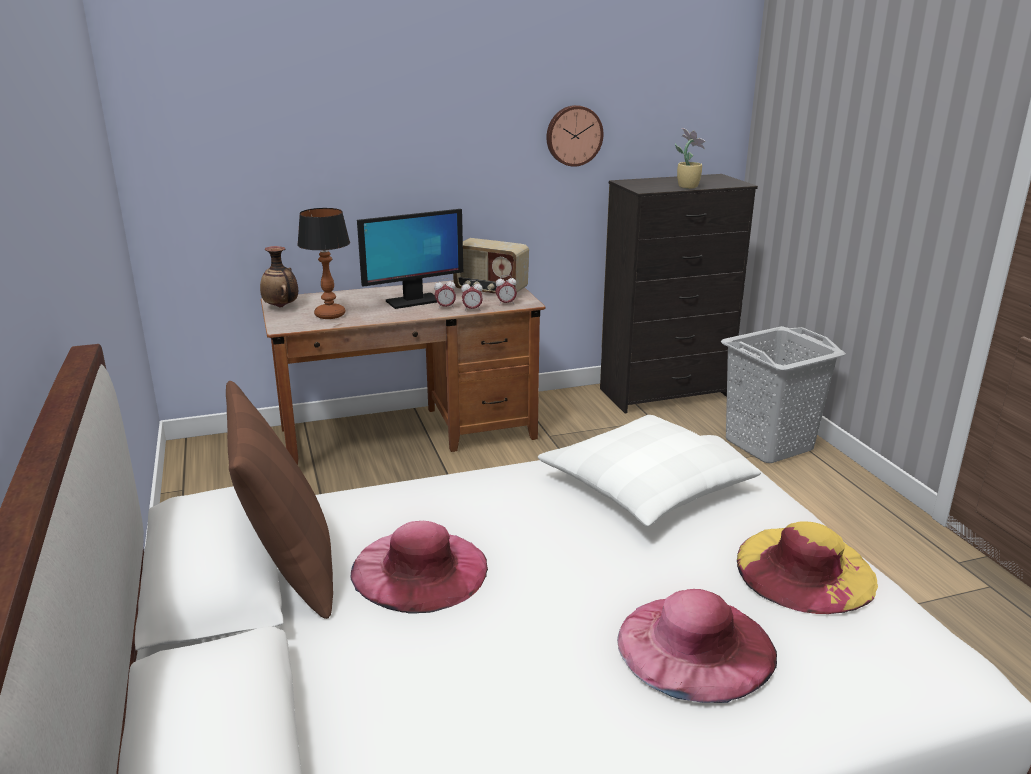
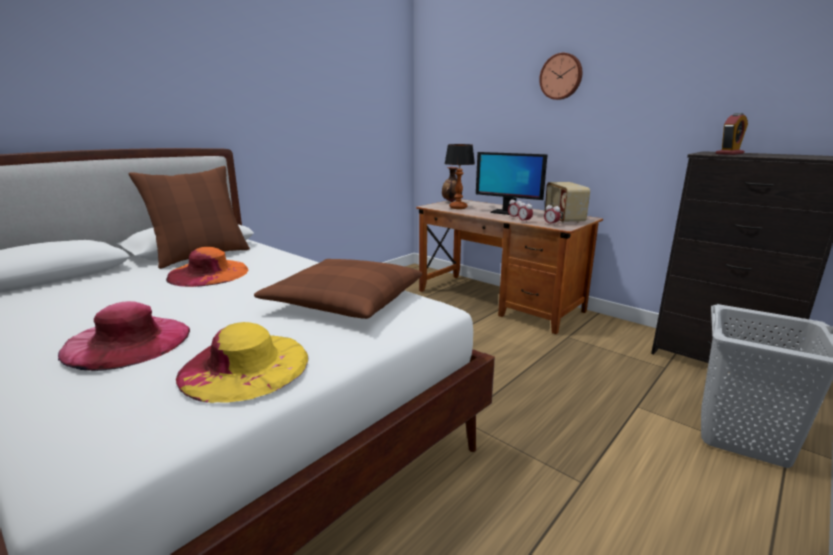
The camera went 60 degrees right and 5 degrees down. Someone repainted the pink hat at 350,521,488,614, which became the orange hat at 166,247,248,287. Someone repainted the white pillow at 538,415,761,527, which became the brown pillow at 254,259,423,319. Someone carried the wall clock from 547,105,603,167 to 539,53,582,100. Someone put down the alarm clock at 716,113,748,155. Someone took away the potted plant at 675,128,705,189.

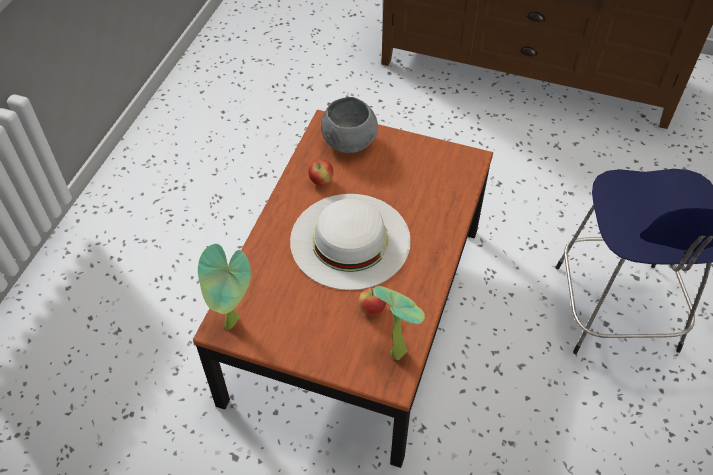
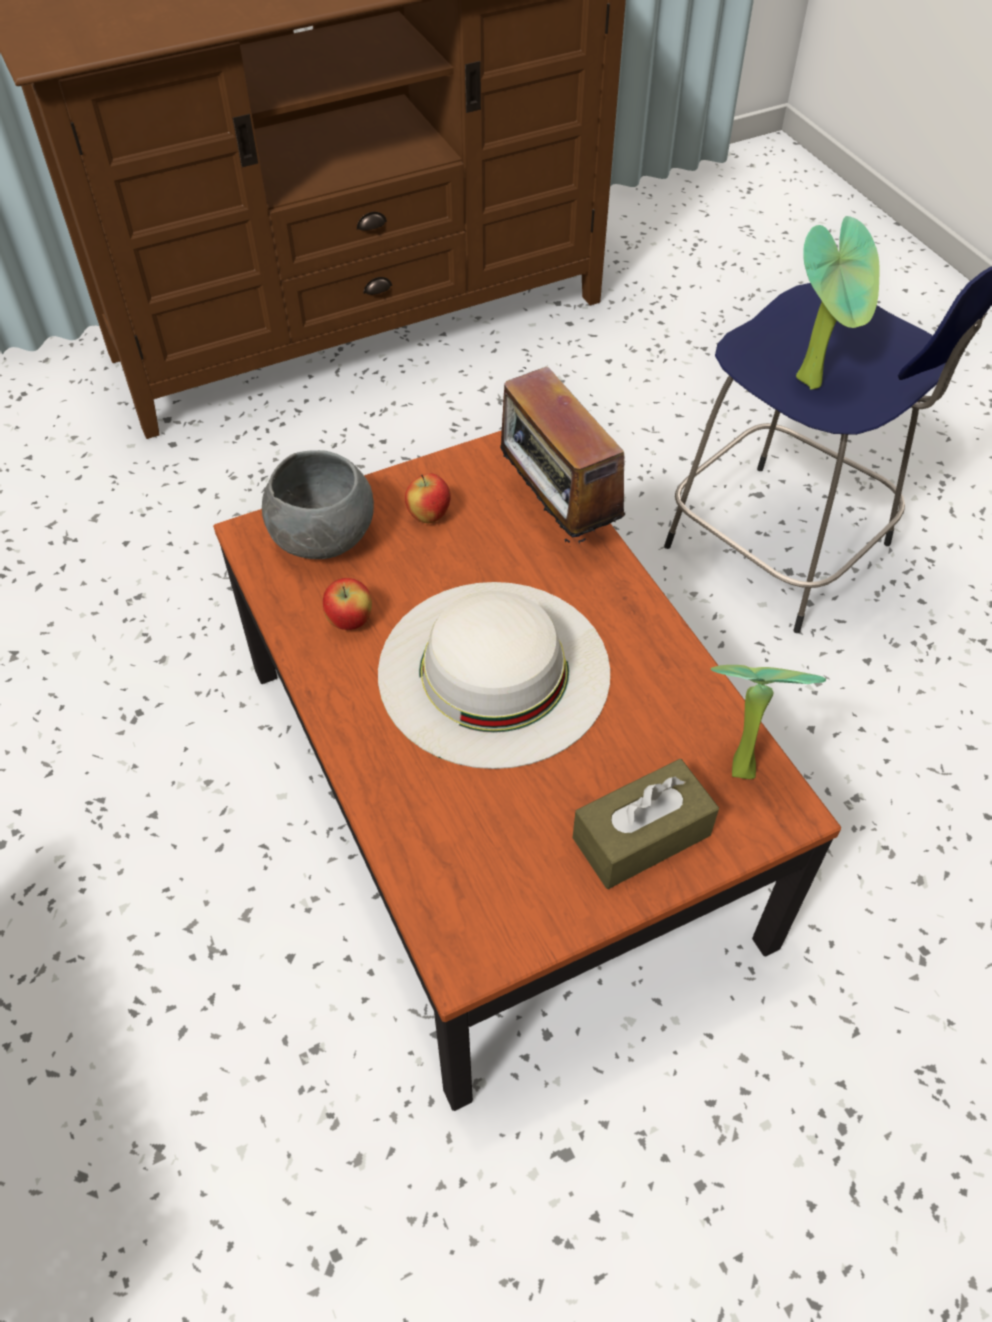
The camera went 45 degrees left and 0 degrees up. Someone carried the apple from 359,287,386,316 to 405,473,451,523. Someone put down the radio at 497,366,625,544. Someone put down the brown tissue box at 573,759,719,889. Someone carried the potted plant from 198,244,251,330 to 796,216,879,390.

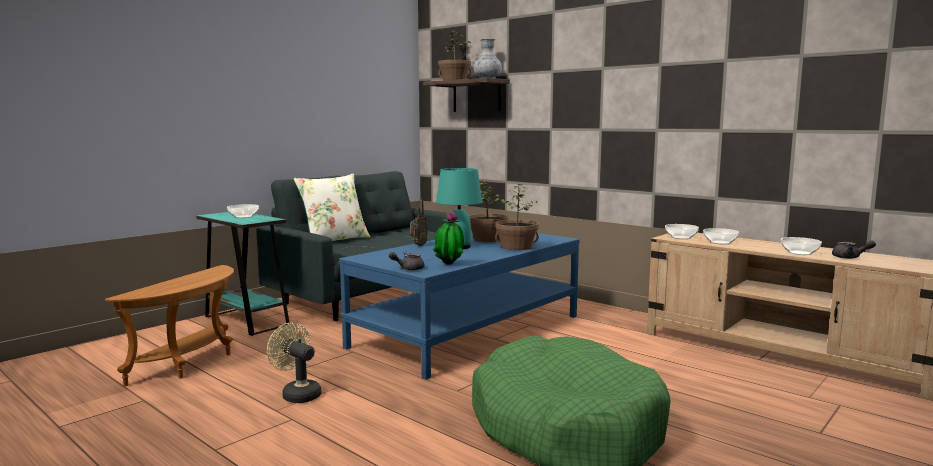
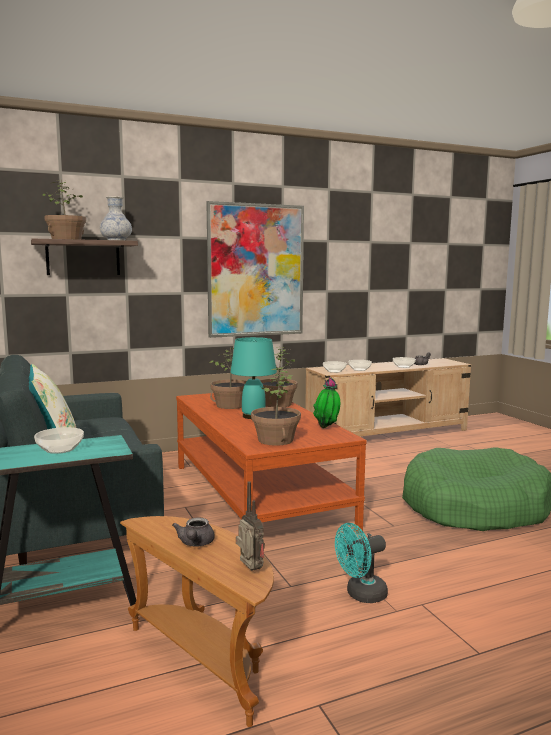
The camera went 65 degrees left and 0 degrees up. Someone carried the grey teapot from 389,252,424,270 to 172,517,215,547. Someone repainted the blue coffee table at 339,233,580,379, which became the brown coffee table at 176,393,367,533. Someone put up the picture at 206,201,304,338. Someone carried the radio from 410,198,428,246 to 236,481,265,571. Someone put down the potted plant at 251,367,301,446. Someone repainted the beige fan at 267,322,321,403, which became the turquoise fan at 335,523,388,603.

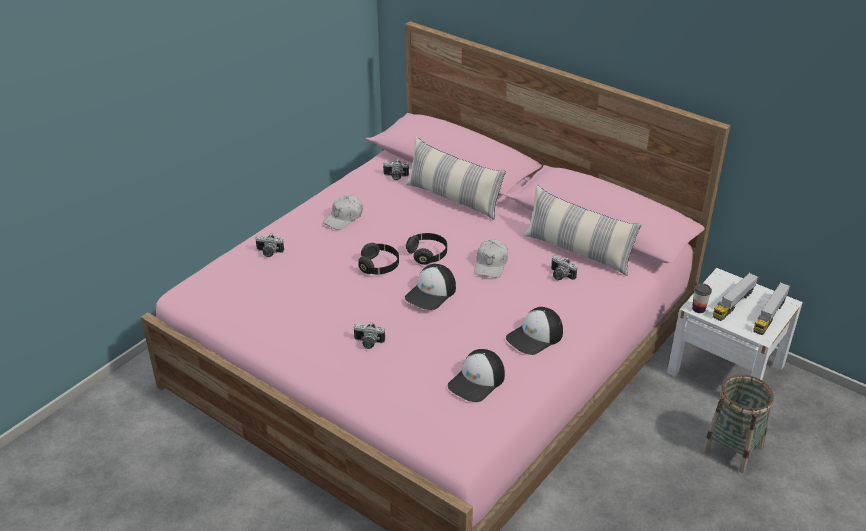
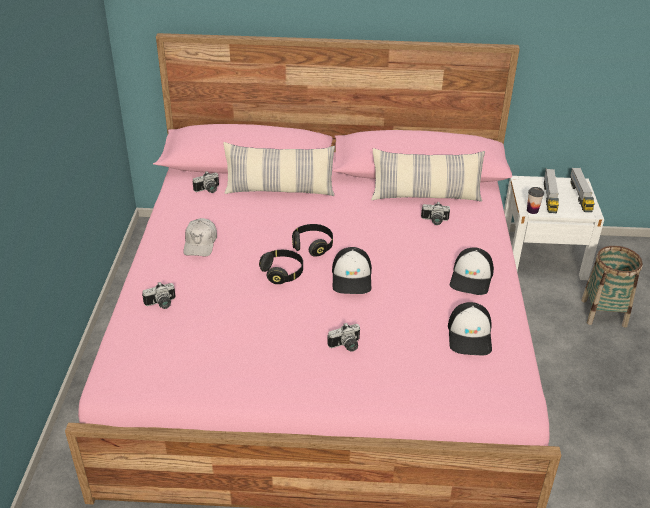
The camera went 35 degrees left and 0 degrees up. Someone took away the white cap at 474,240,508,278.

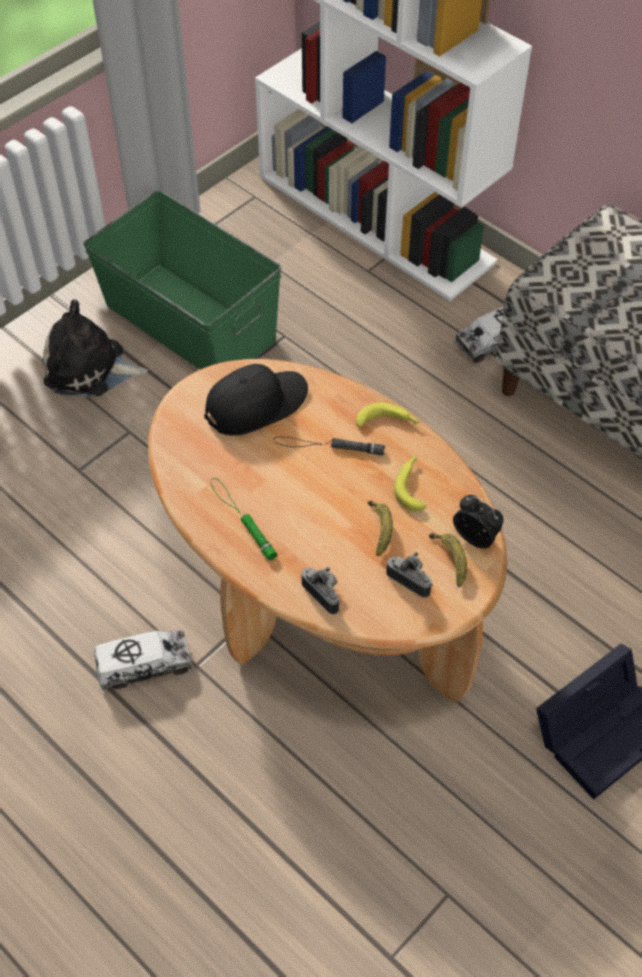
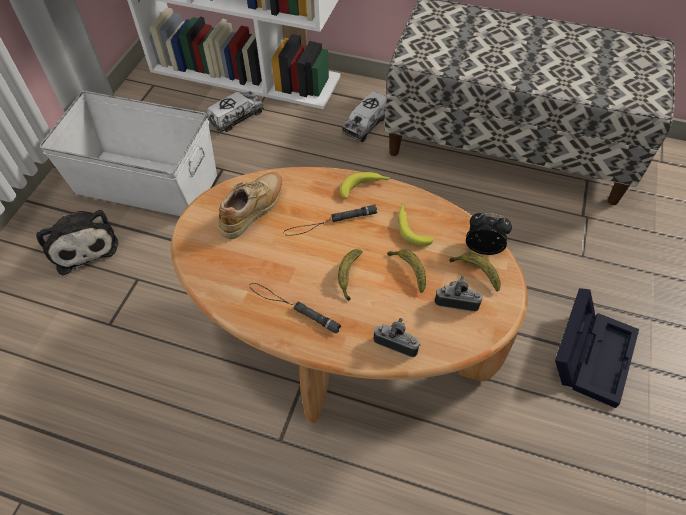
The camera went 25 degrees left and 0 degrees up. Someone rotated the plush toy at 43,300,148,397 by 105 degrees counterclockwise. Someone repainted the green storage box at 83,190,281,369, which became the white storage box at 39,91,217,216. Someone carried the toy truck from 94,630,193,690 to 207,91,264,133. Someone swapped the black cap at 204,364,308,436 for the beige shoe at 218,172,282,239. Someone repainted the green flashlight at 210,478,278,561, which became the black flashlight at 249,283,341,334. Someone put down the banana at 338,249,363,301.

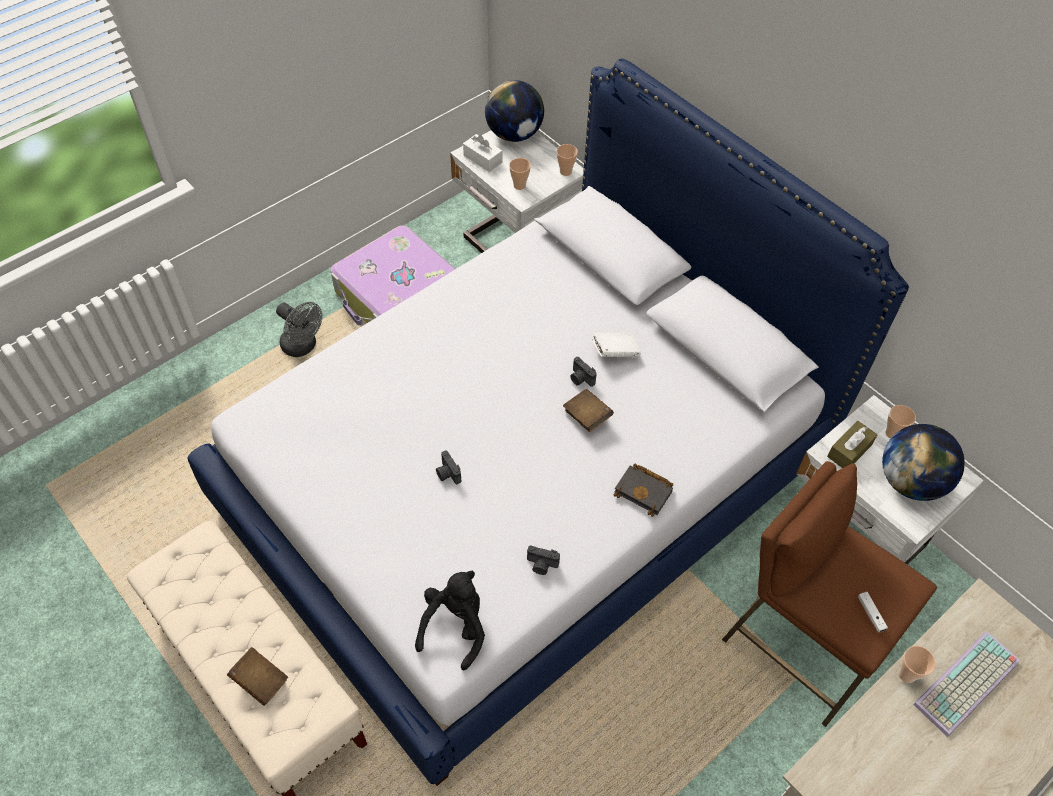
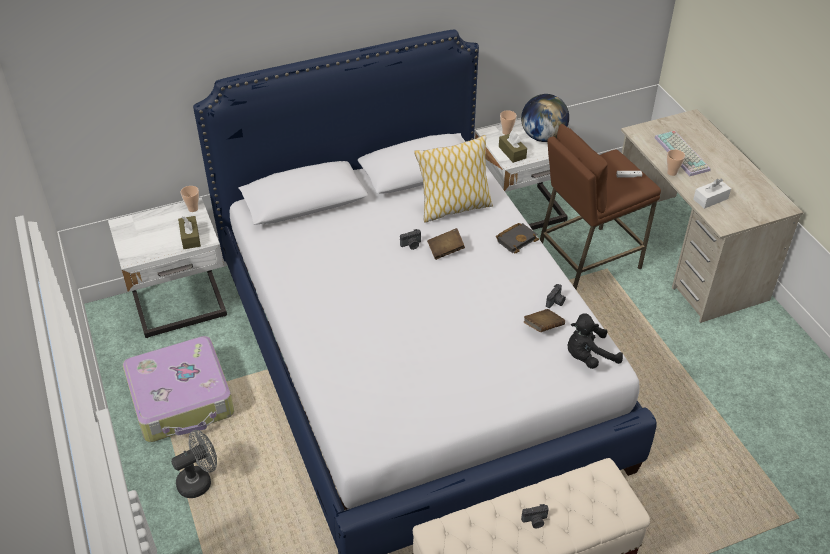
The camera went 70 degrees left and 10 degrees down. Someone swapped the cup at 509,158,531,190 for the brown tissue box at 178,216,201,249. Someone put down the pillow at 414,135,493,223. Someone carried the photo camera from 436,450,461,484 to 521,504,549,528. Someone carried the brown book from 227,647,288,706 to 524,309,565,332. Someone rotated the black plush toy at 415,571,485,670 by 60 degrees counterclockwise. Someone carried the white tissue box from 463,134,503,172 to 693,178,731,209. Someone took away the globe at 485,80,544,142. Someone took away the white book at 592,332,641,357.

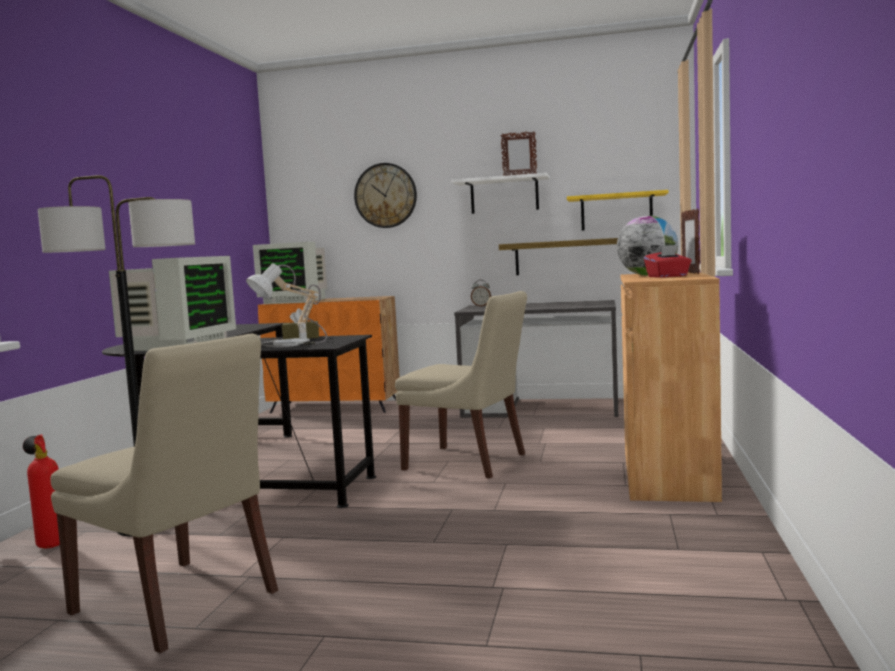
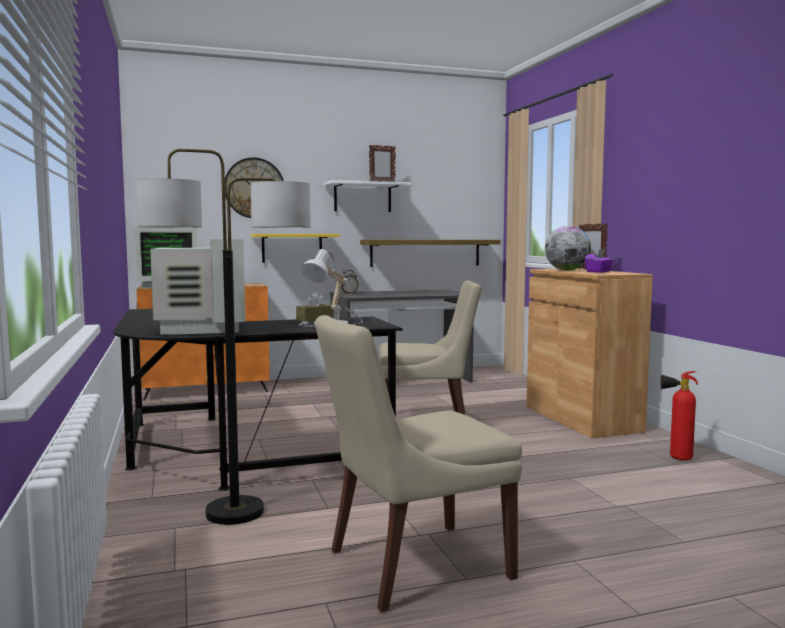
The camera went 30 degrees left and 0 degrees up. Someone carried the yellow shelf from 567,190,669,231 to 251,234,340,263. Someone rotated the beige chair at 50,334,278,653 by 150 degrees clockwise. Someone repainted the red tissue box at 644,245,692,278, which became the purple tissue box at 585,249,613,273. Someone carried the fire extinguisher from 23,434,60,548 to 661,371,698,460.

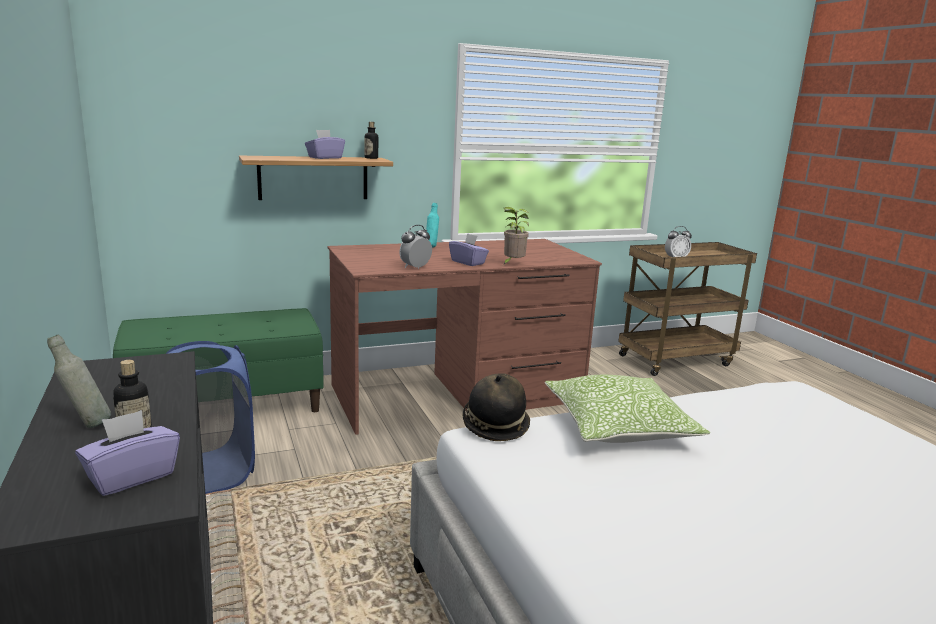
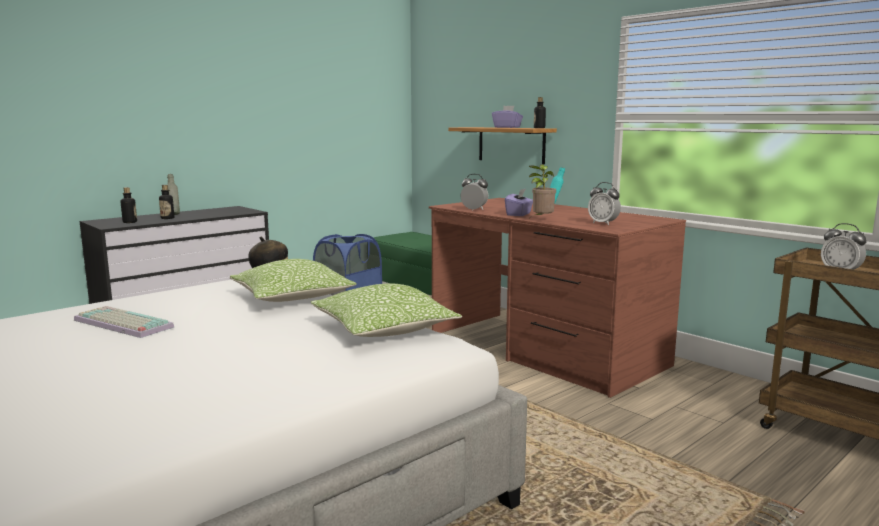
The camera went 70 degrees right and 5 degrees down. Someone put down the keyboard at 74,306,174,338. Someone swapped the purple tissue box at 75,410,180,496 for the bottle at 121,187,137,223. Someone put down the pillow at 311,283,462,337. Someone put down the alarm clock at 588,182,621,225.

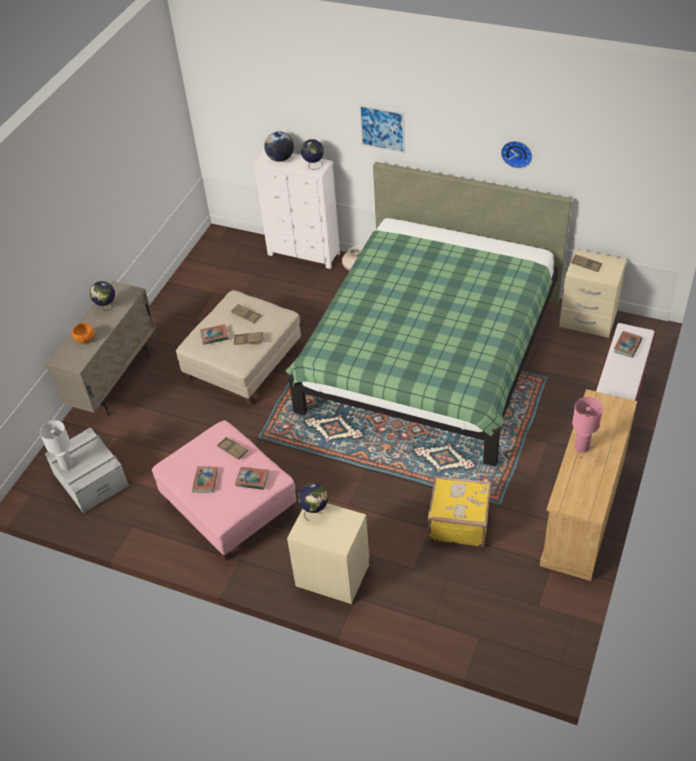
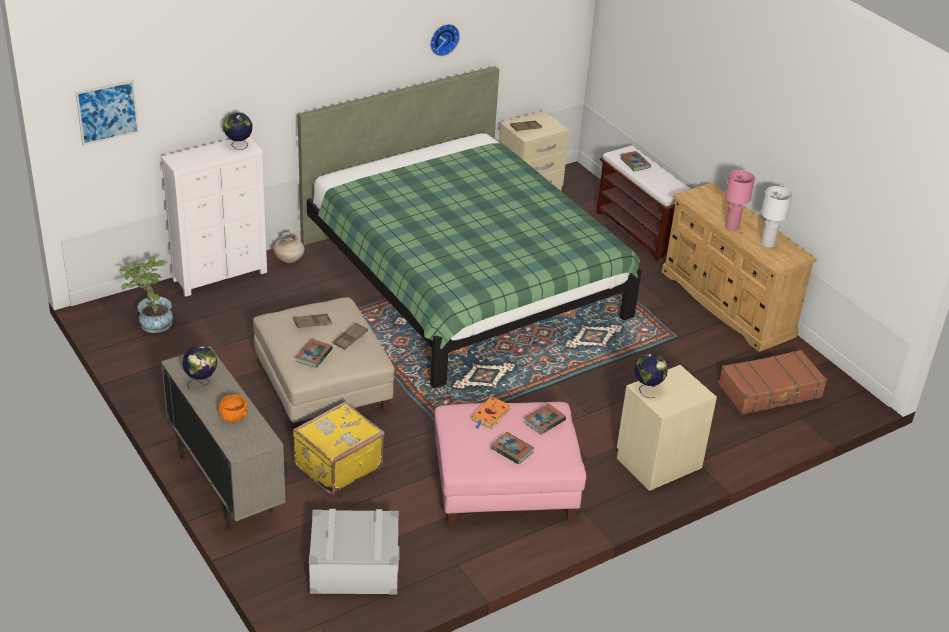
The camera went 60 degrees left and 10 degrees down. Someone carried the picture from 359,105,405,153 to 75,80,139,145. Someone put down the potted plant at 119,256,173,333. Someone carried the yellow suitcase from 428,476,491,547 to 293,401,384,495. Someone swapped the brown tray at 217,437,248,460 for the orange book at 471,397,510,429. Someone put down the brown suitcase at 718,350,827,415. Someone carried the white table lamp from 40,420,73,470 to 761,186,792,248. Someone took away the globe at 264,131,294,162.

